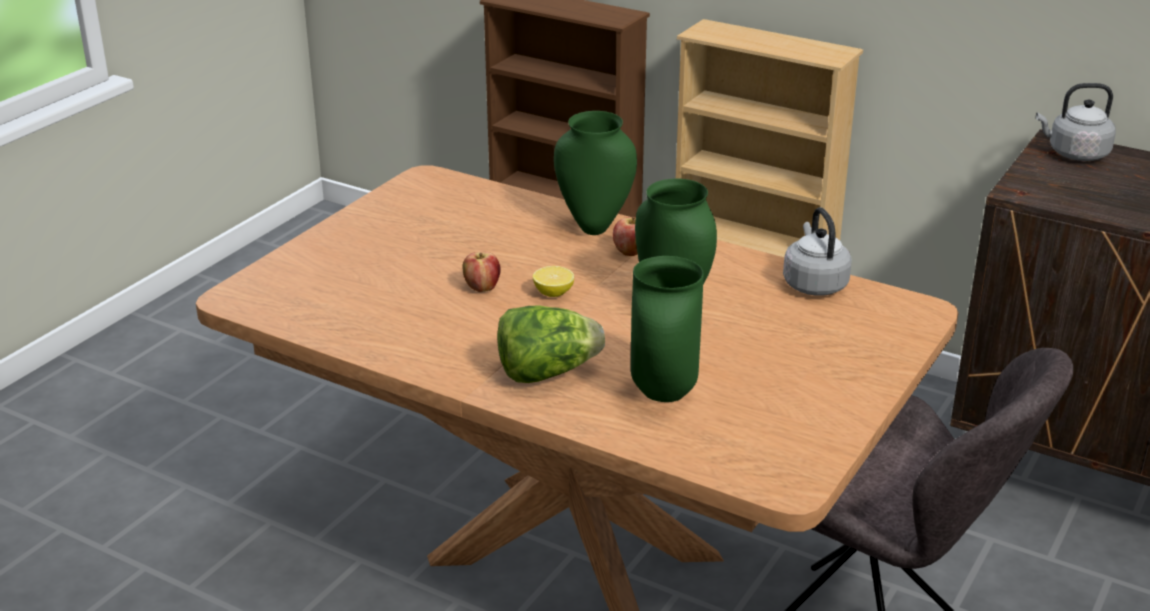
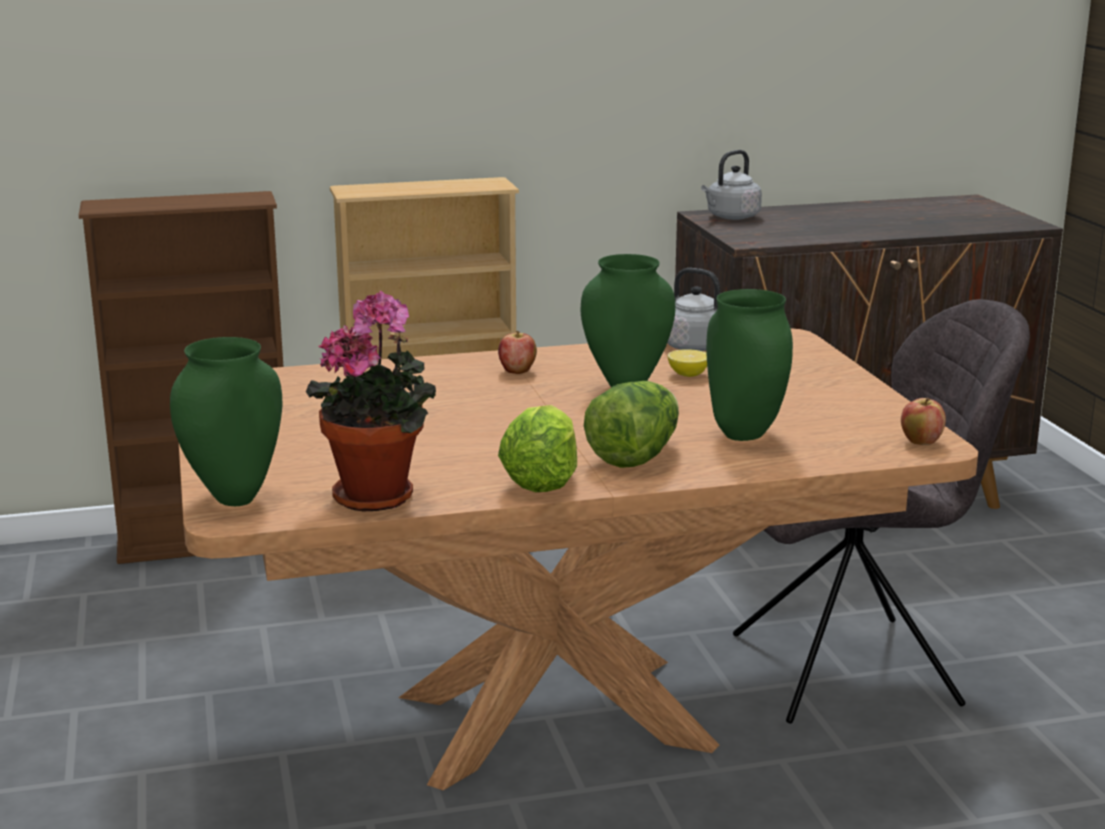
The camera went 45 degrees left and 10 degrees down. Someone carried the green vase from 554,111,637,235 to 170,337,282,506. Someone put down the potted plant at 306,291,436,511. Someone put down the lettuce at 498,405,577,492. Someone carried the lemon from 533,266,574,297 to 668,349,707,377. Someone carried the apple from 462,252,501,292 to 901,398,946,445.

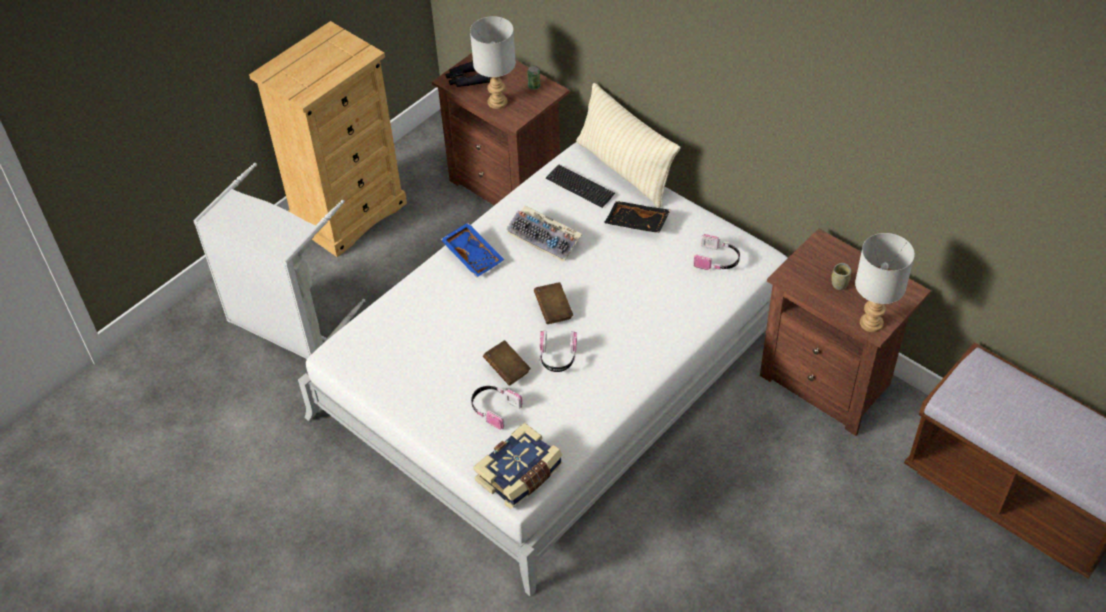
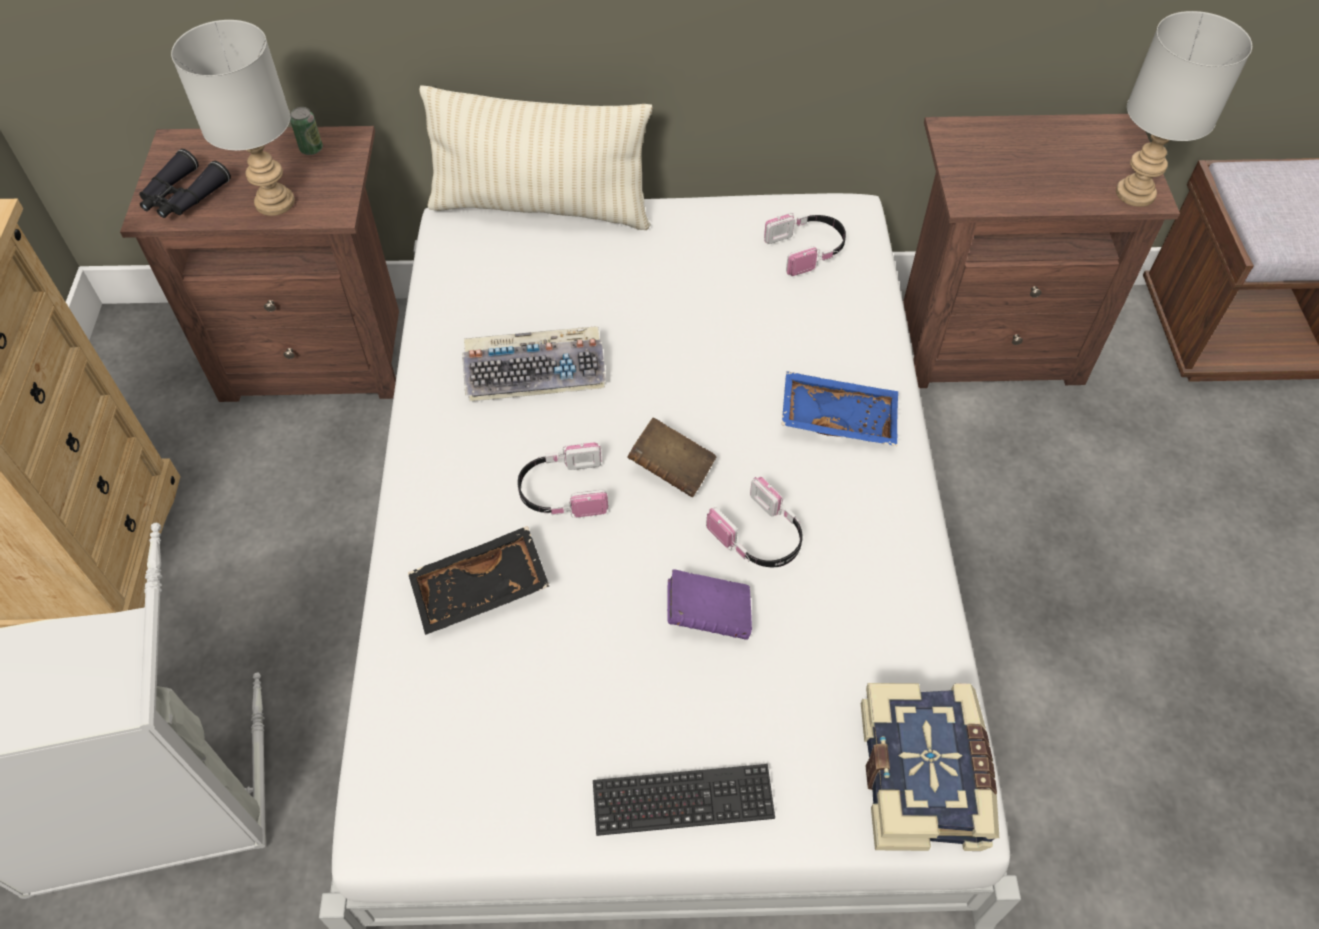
The camera went 45 degrees left and 5 degrees up. Someone carried the black tray from 604,201,670,233 to 408,526,549,635. Someone carried the headphones from 471,386,522,430 to 518,442,608,518. Someone carried the keyboard from 546,164,615,208 to 593,764,775,836. Someone repainted the brown book at 483,340,531,385, which became the purple book at 667,569,752,640. Someone carried the blue tray from 440,223,505,277 to 782,371,898,446. Someone took away the cup at 831,263,851,290.

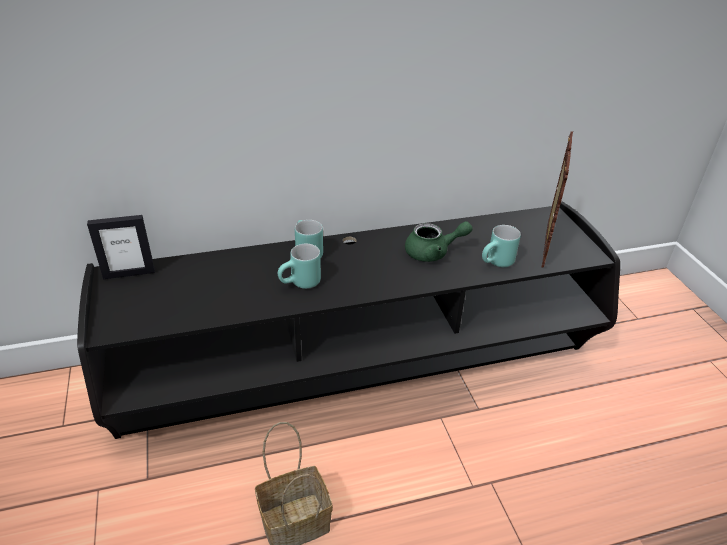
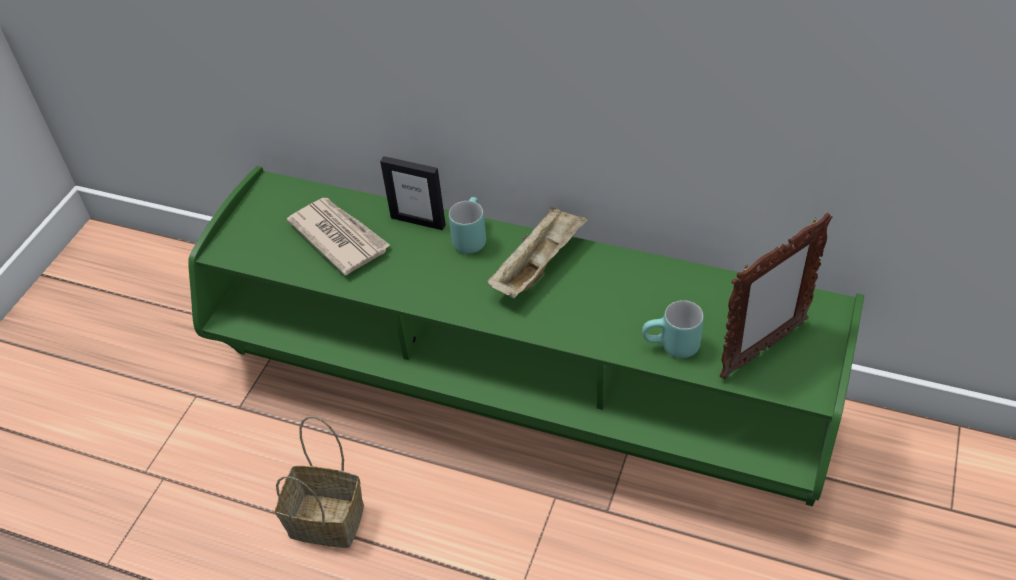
The camera went 40 degrees right and 10 degrees up. Someone repainted the black tv stand at 77,202,620,439, which became the green tv stand at 188,166,864,506. Someone put down the newspaper at 287,198,391,275. Someone carried the picture frame from 87,215,155,280 to 380,156,446,230. Someone put down the beige tray at 487,206,588,298. Someone took away the turquoise mug at 278,244,321,289. Someone took away the green teapot at 405,221,473,262.

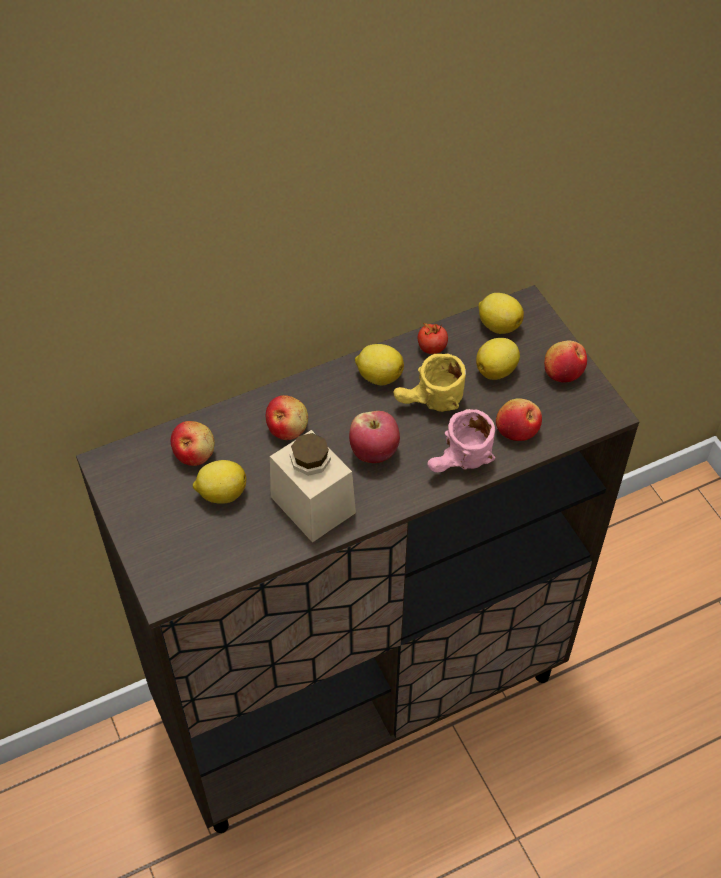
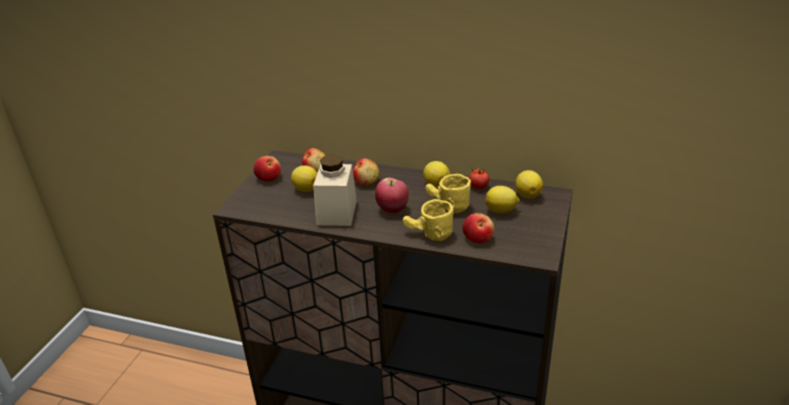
The camera went 45 degrees right and 20 degrees down. Someone carried the apple from 544,340,587,382 to 253,156,281,181. Someone repainted the pink mug at 427,409,495,472, which became the yellow mug at 403,199,453,241.

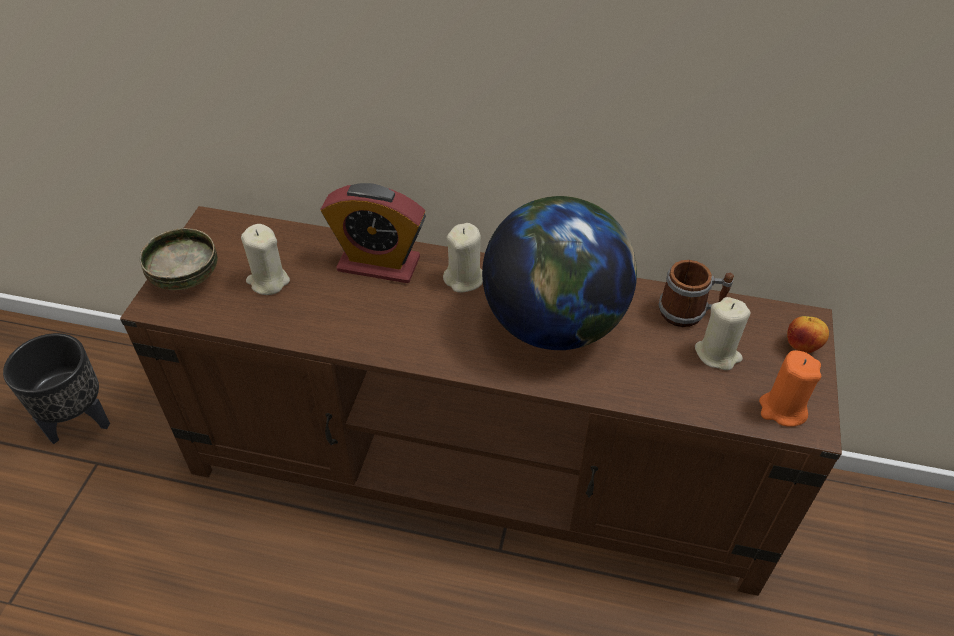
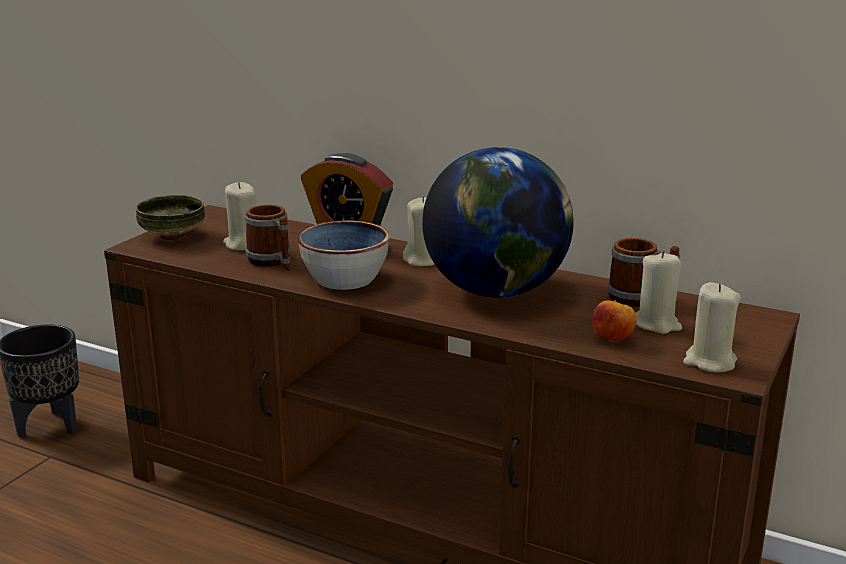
The camera went 15 degrees right and 25 degrees down. Someone put down the mug at 245,205,291,271. Someone put down the bowl at 298,221,389,290. Someone carried the apple from 787,316,829,353 to 592,300,637,342. Someone repainted the orange candle at 759,350,821,427, which became the beige candle at 683,282,741,372.

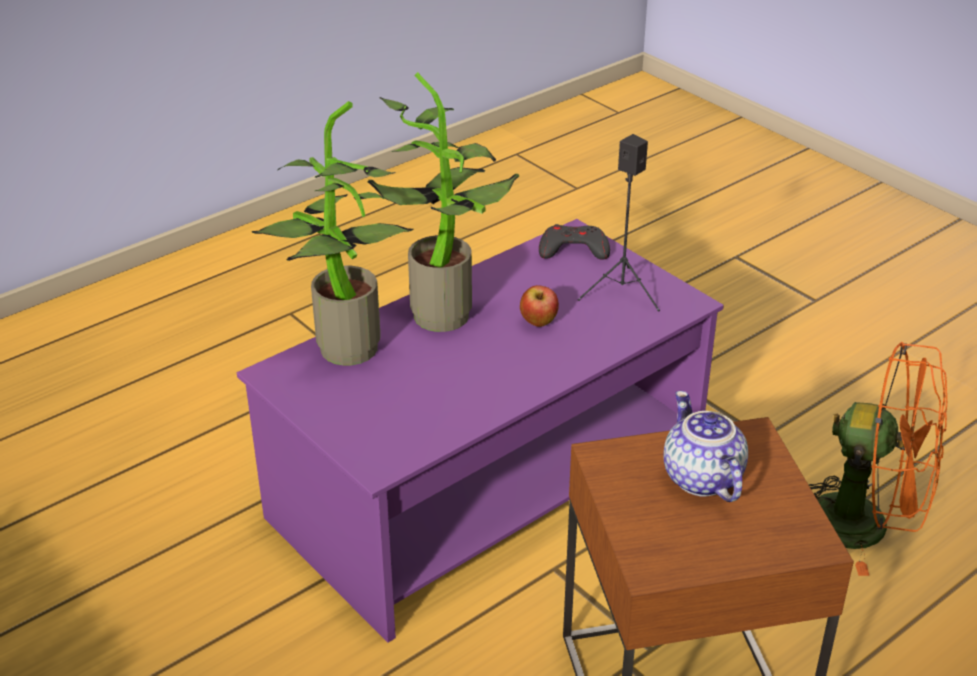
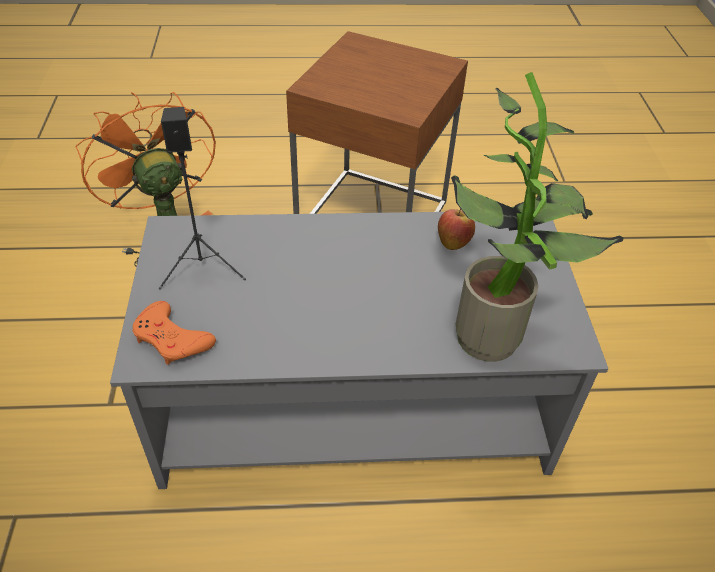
The camera went 145 degrees left and 10 degrees up. Someone repainted the purple coffee table at 237,219,724,643, which became the grey coffee table at 110,212,608,489. Someone repainted the grey game controller at 539,224,610,259, which became the orange game controller at 132,301,216,365. Someone carried the apple from 520,285,559,327 to 438,208,475,250. Someone took away the potted plant at 368,72,519,332. Someone took away the teapot at 664,391,748,502.

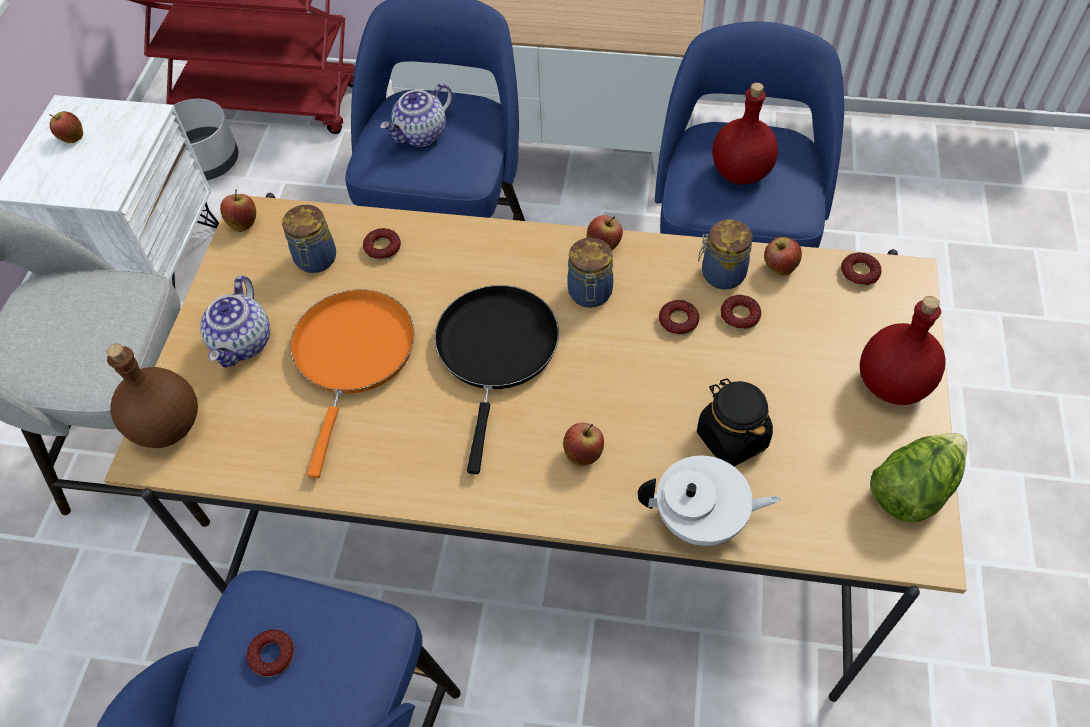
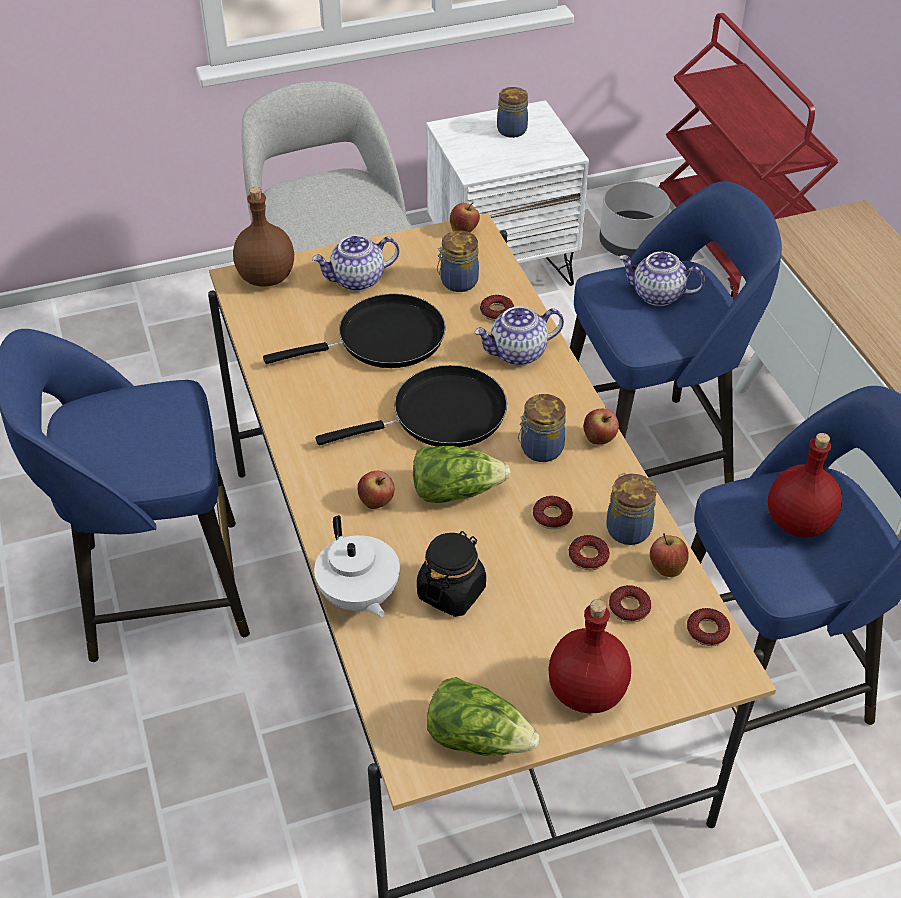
The camera went 60 degrees right and 10 degrees down. Someone repainted the orange frying pan at 290,290,415,478, which became the black frying pan at 263,294,446,368. Someone put down the lettuce at 413,446,511,503. Someone put down the teapot at 474,306,564,366. Someone swapped the apple at 50,111,83,143 for the jar at 497,87,528,138. Someone carried the donut from 247,629,294,677 to 609,585,651,622.

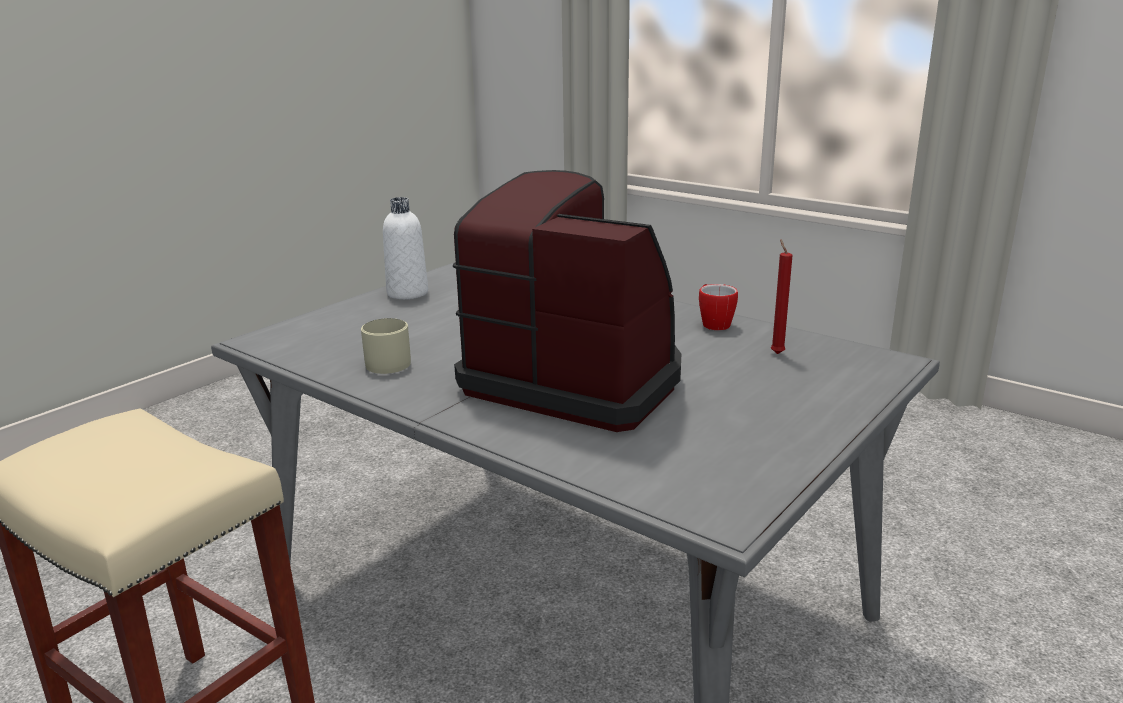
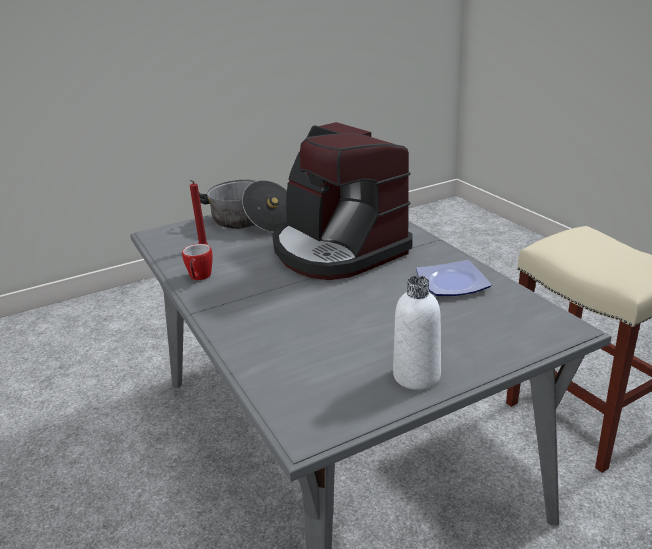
The camera went 155 degrees left and 5 degrees up. Someone put down the cooking pot at 199,180,287,233. Someone swapped the beige mug at 361,318,411,374 for the plate at 416,260,492,296.

